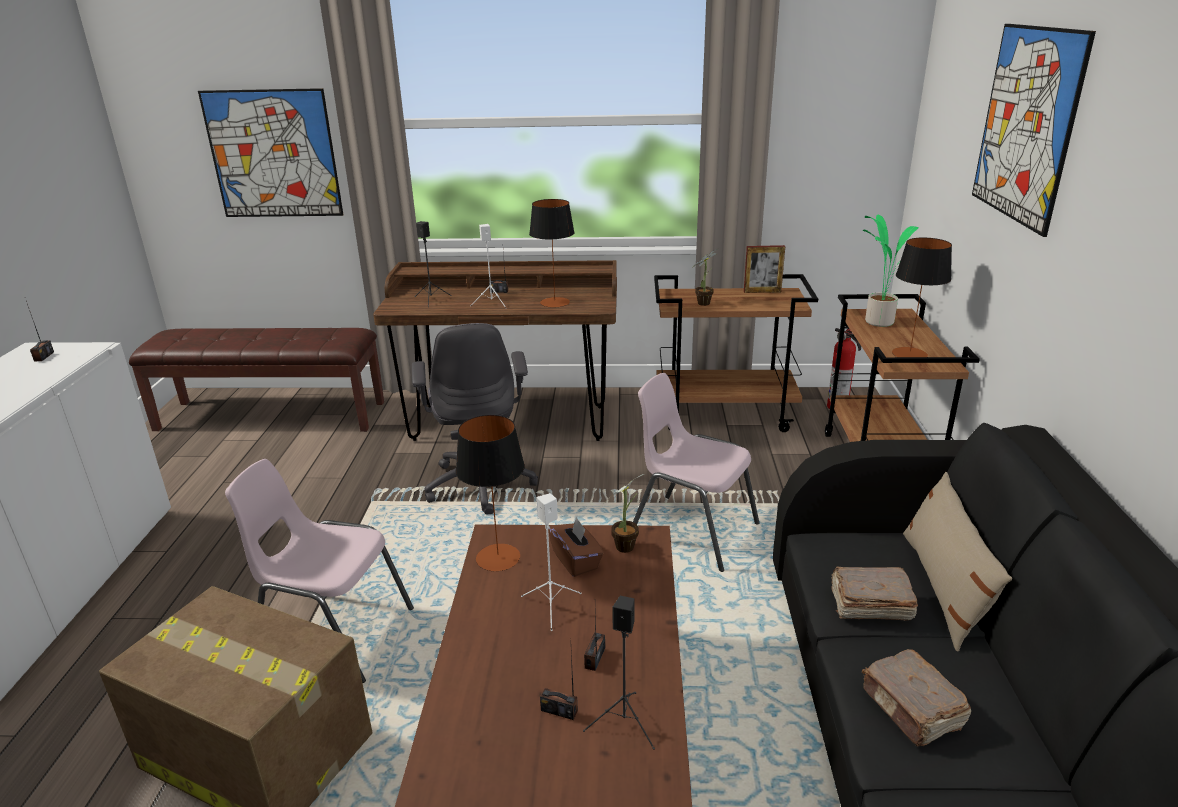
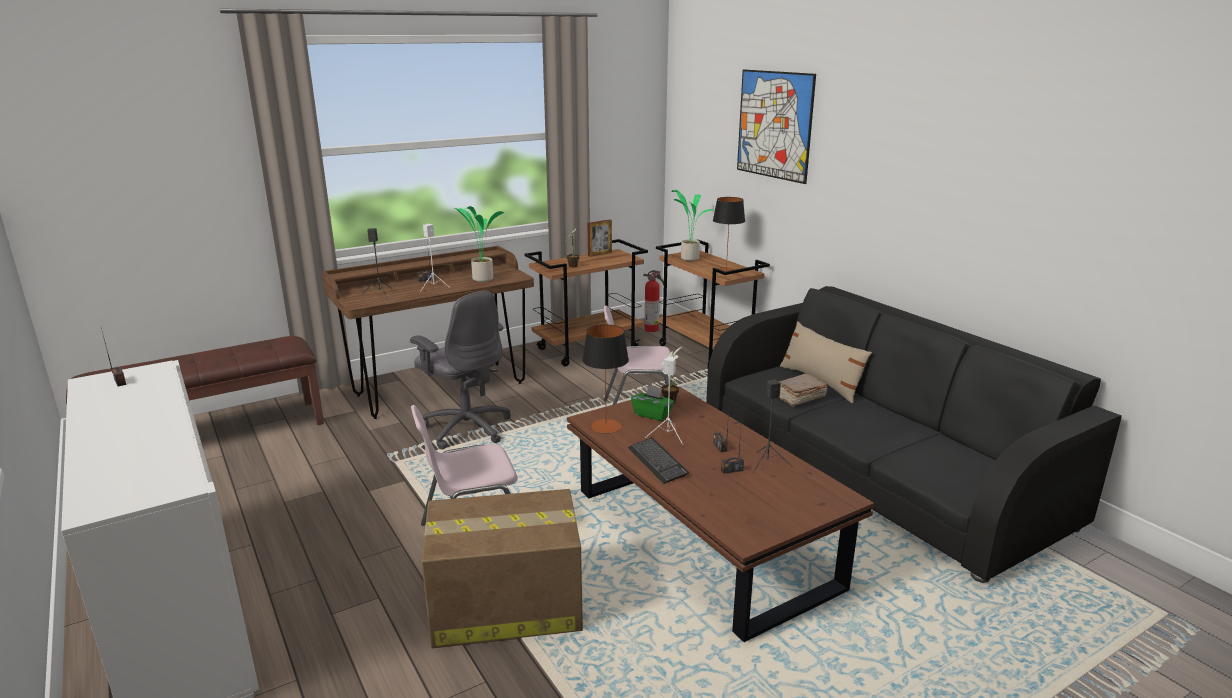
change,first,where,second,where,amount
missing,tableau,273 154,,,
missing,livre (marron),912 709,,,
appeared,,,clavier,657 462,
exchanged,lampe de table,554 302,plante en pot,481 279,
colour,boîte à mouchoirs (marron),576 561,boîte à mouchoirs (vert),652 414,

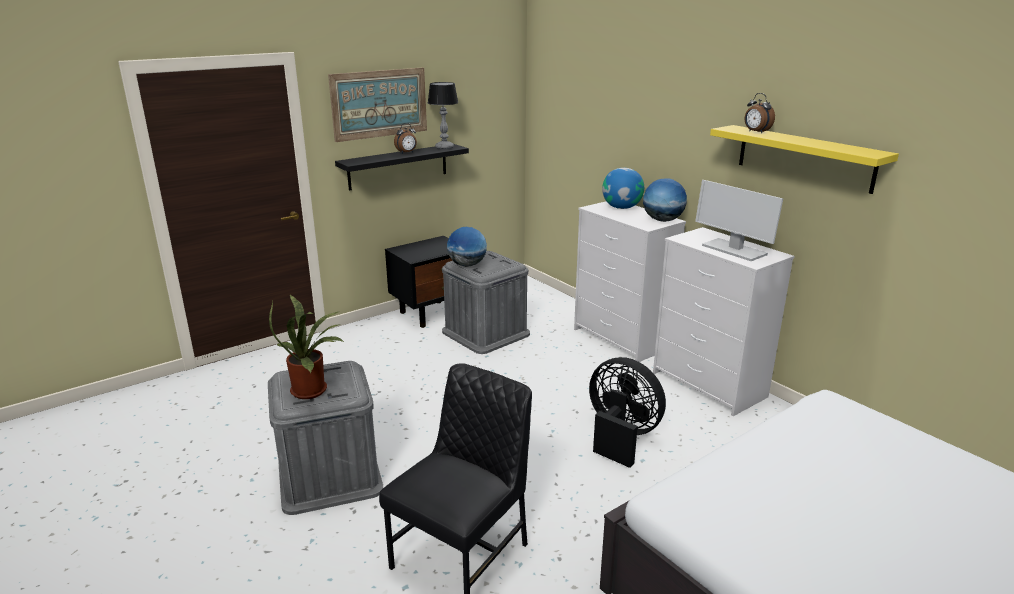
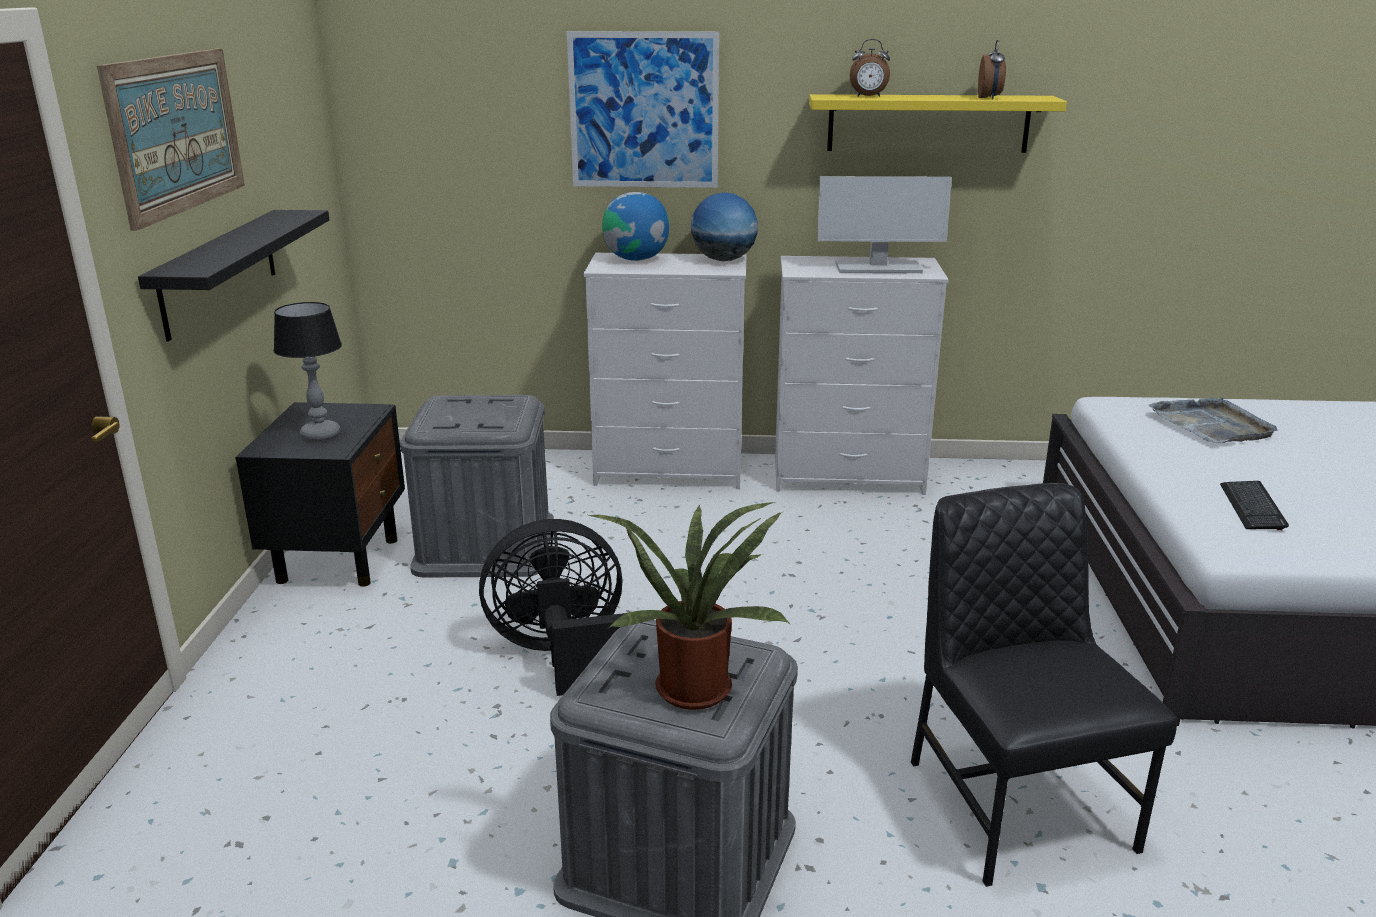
change,first,where,second,where,amount
missing,globe,467 265,,,
appeared,,,tableau,644 111,
appeared,,,plateau (gris),1212 425,
appeared,,,clavier,1252 507,
relocated,réveil,407 152,,989 98,
relocated,lampe de table,444 147,,319 435,
relocated,ventilateur (noir),620 436,,562 656,

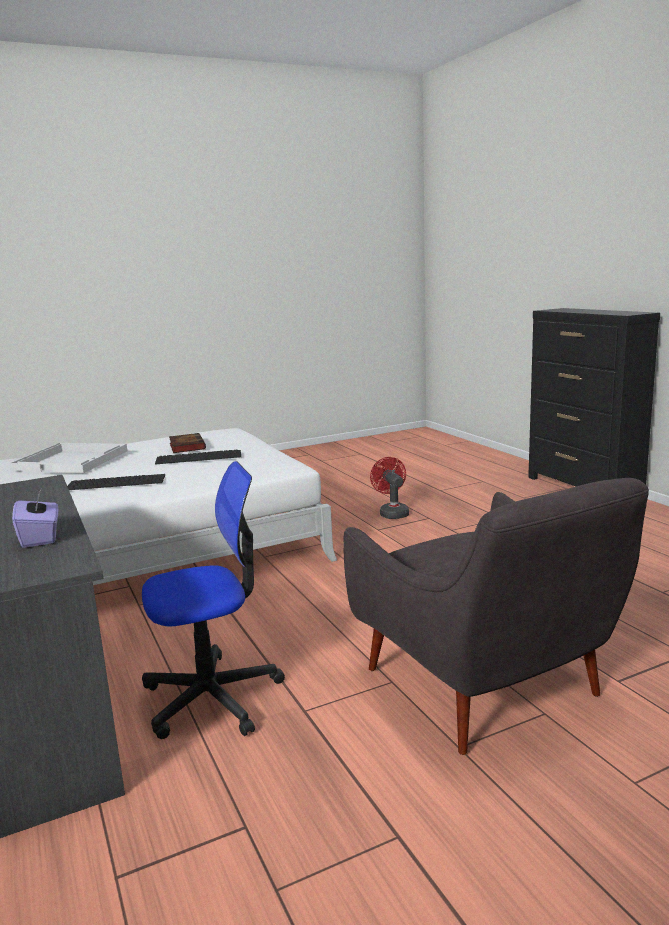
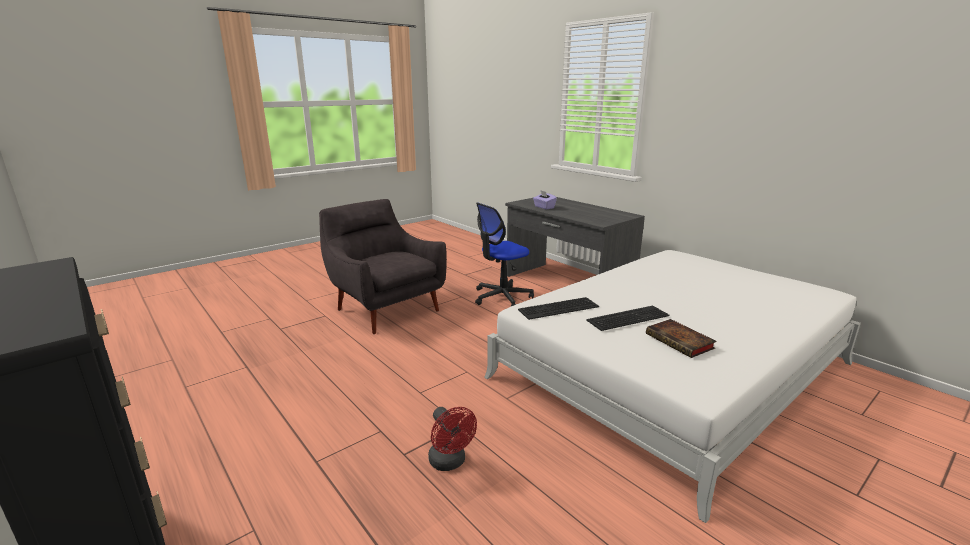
change,first,where,second,where,amount
missing,plateau (blanc),72 460,,,
relocated,clavier,117 482,,558 309,

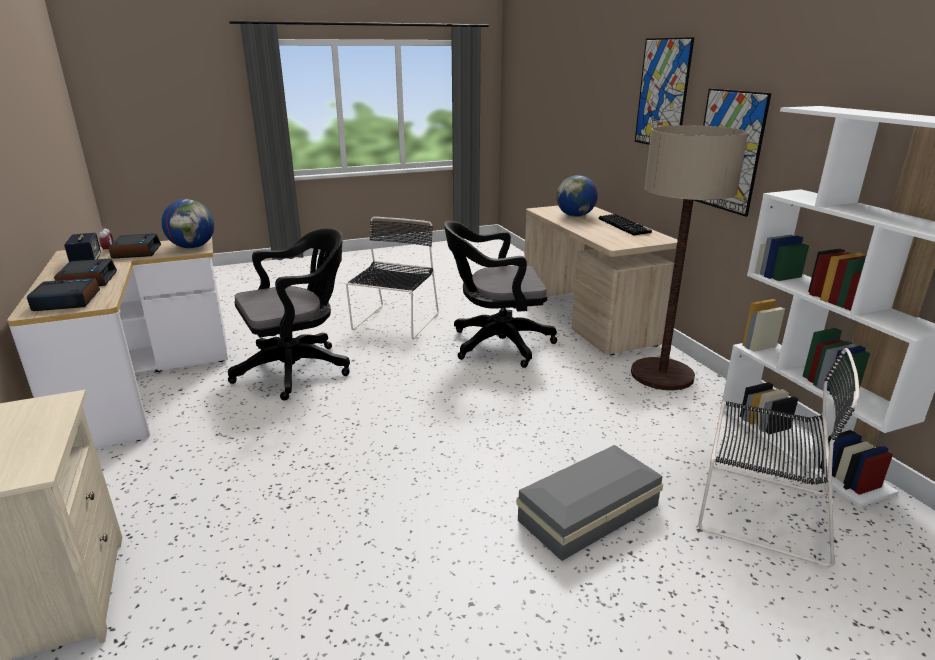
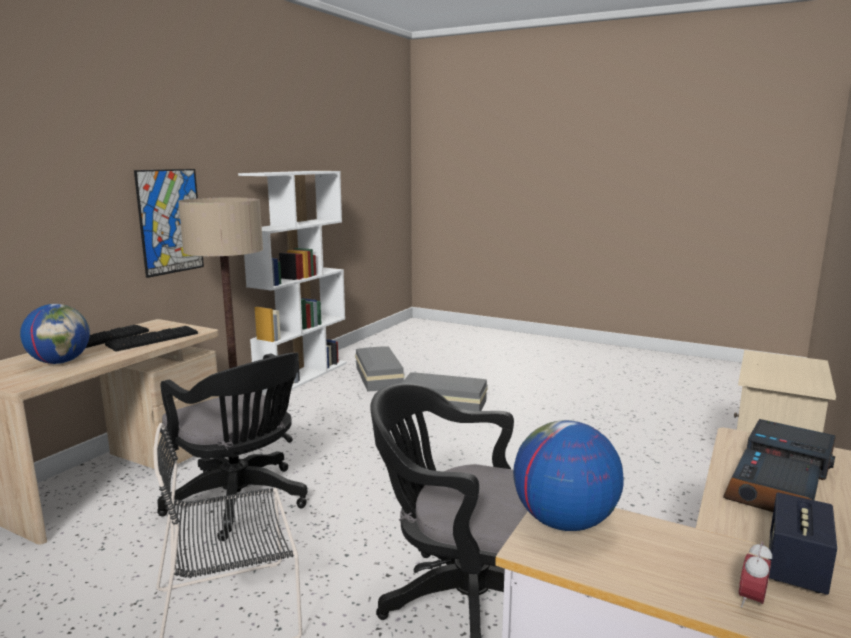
change,first,where,second,where,amount
missing,réveil,136 251,,,
missing,tableau,662 93,,,
appeared,,,clavier,153 339,
exchanged,chaise (noir),758 510,boîte de rangement (gris),379 377,

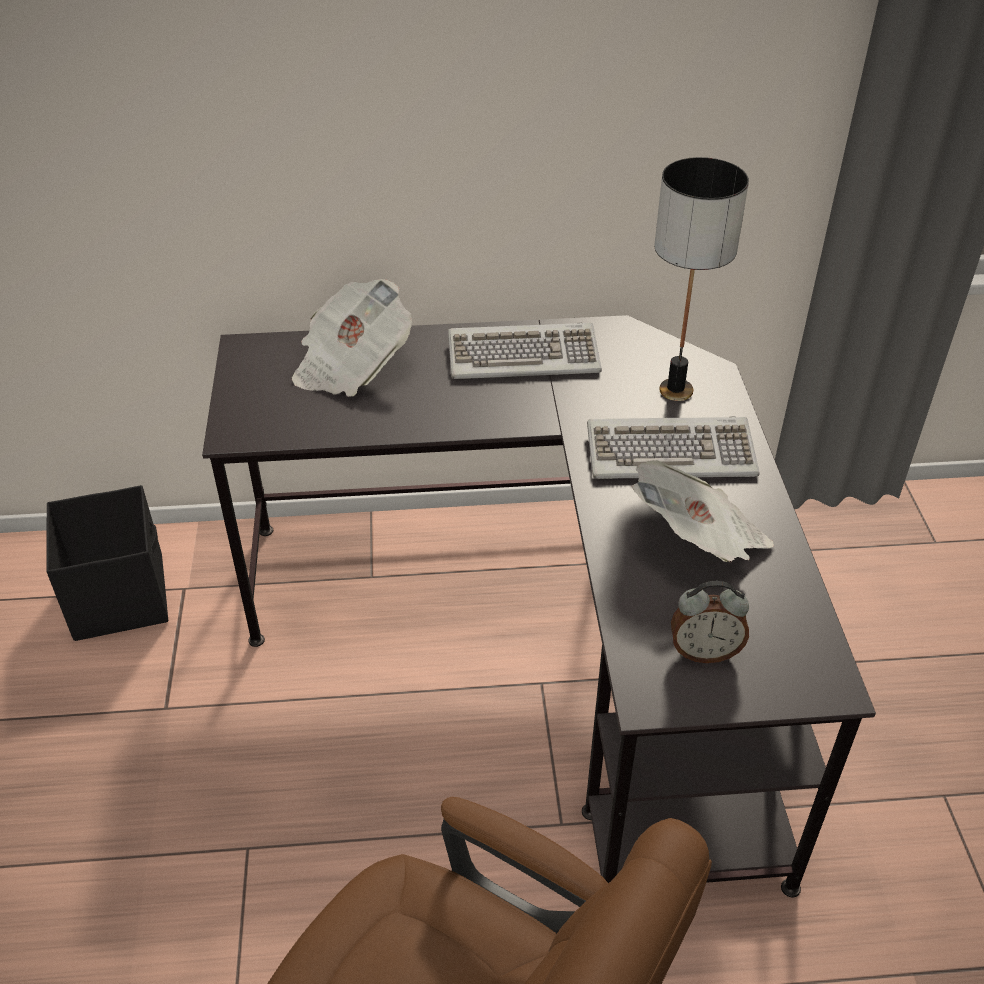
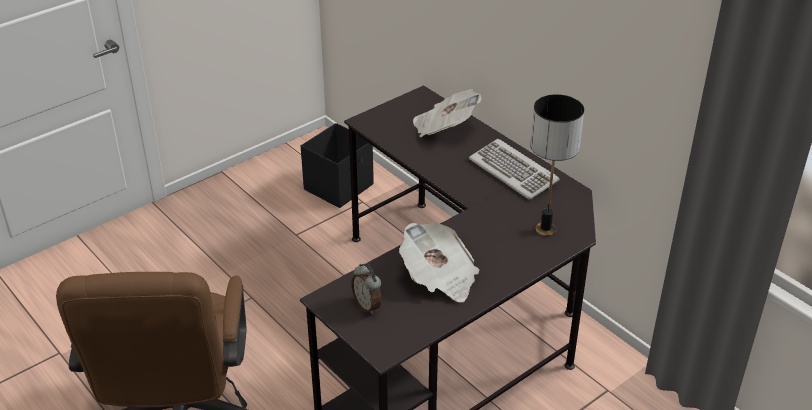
change,first,where,second,where,amount
missing,clavier,671 452,,,

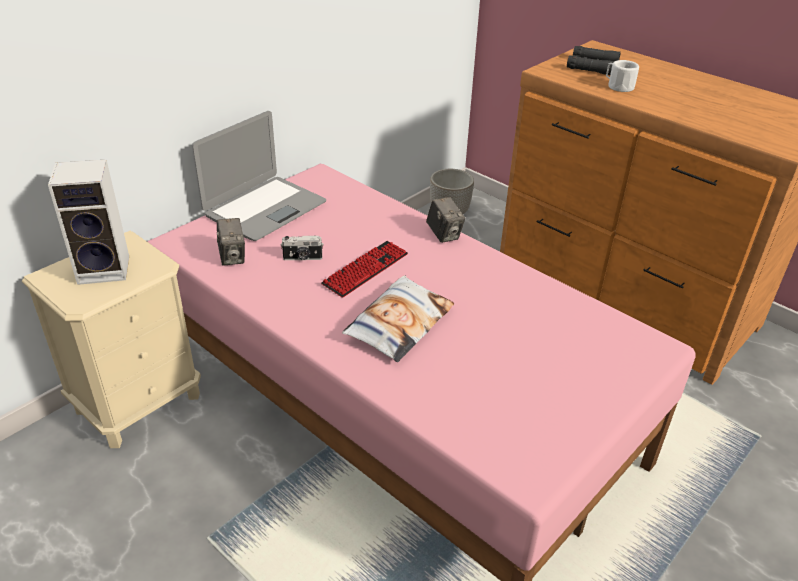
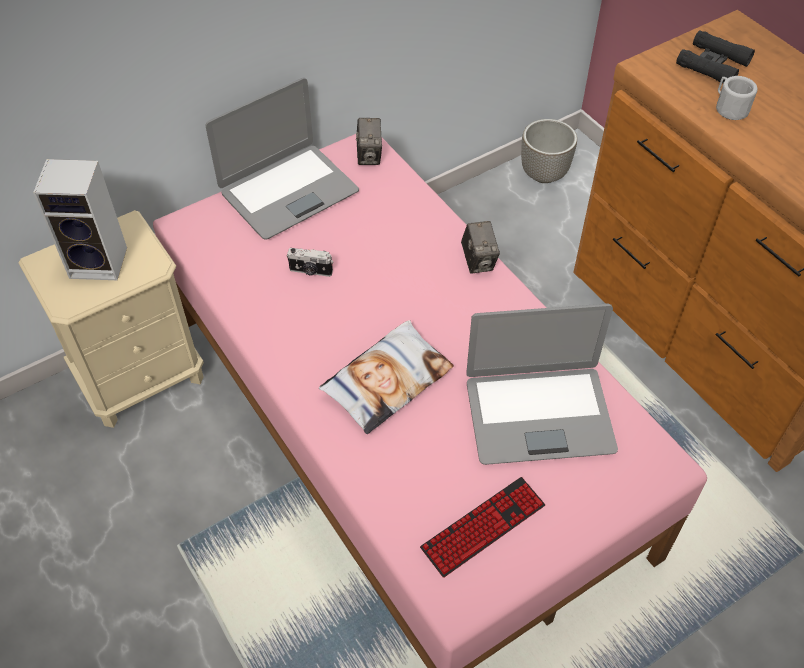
change,first,where,second,where,amount
appeared,,,ordinateur portable,538 414,
relocated,appareil photo,232 257,,369 156,
relocated,clavier,365 270,,483 527,

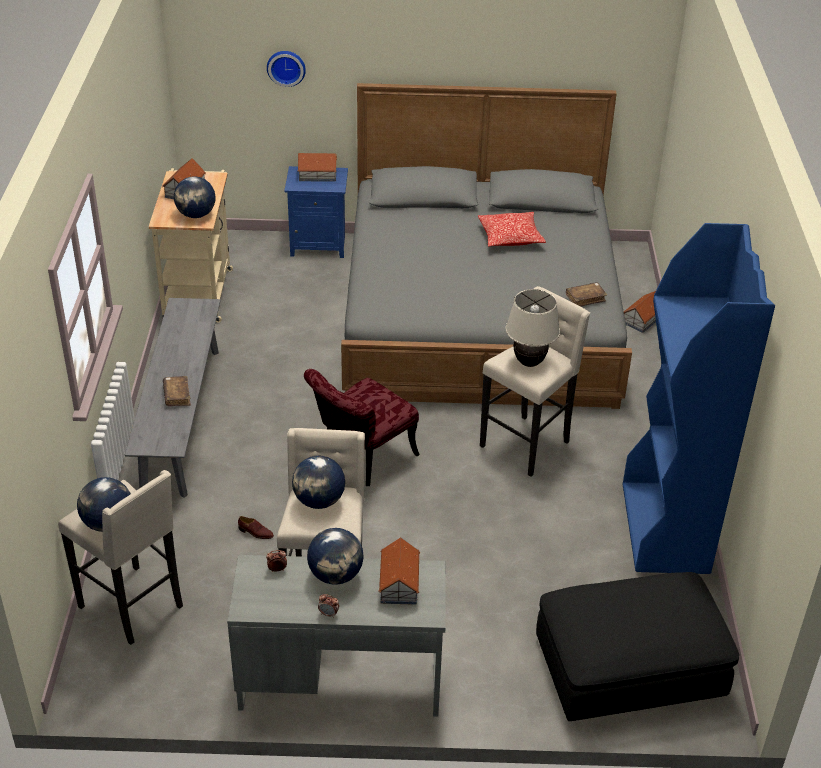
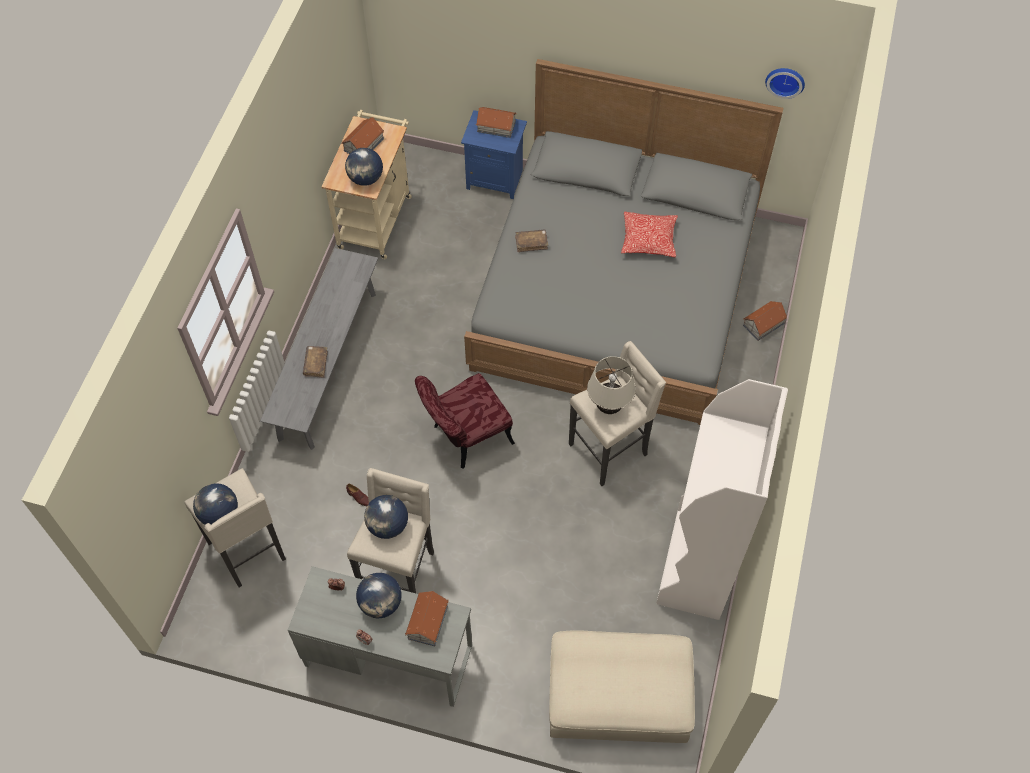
change,first,where,second,where,amount
relocated,horloge murale,286 67,,785 80,
relocated,livre (marron),585 298,,531 243,
colour,pouf (noir),628 668,pouf (beige),617 697,
colour,bibliothèque (bleu),665 529,bibliothèque (blanc),698 565,

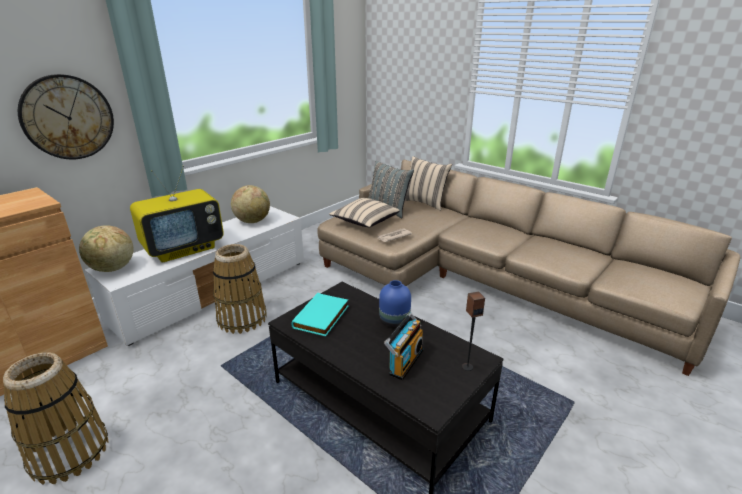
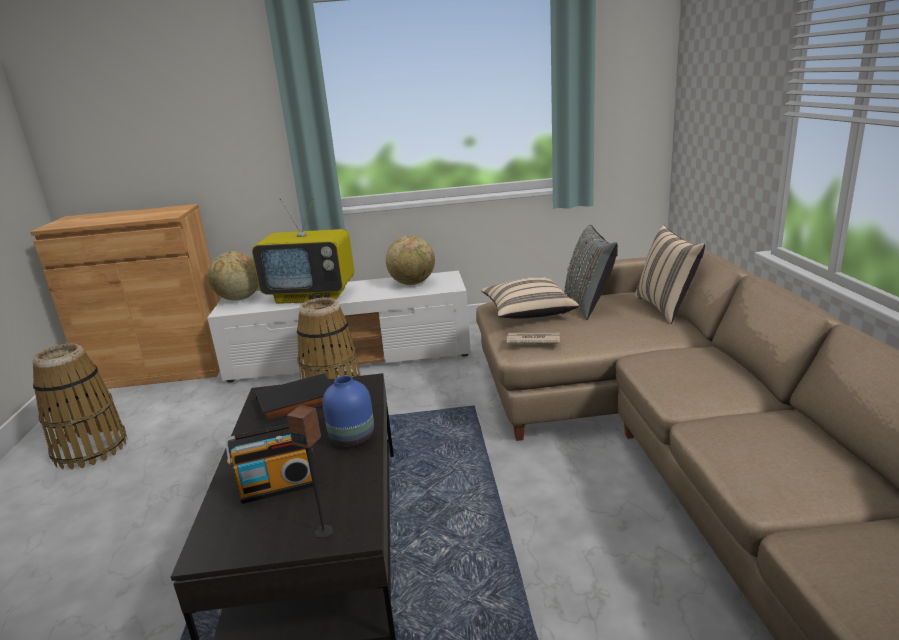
change,first,where,second,where,amount
missing,horloge murale,68 117,,,
colour,livre (turquoise),322 317,livre (noir),297 403,

